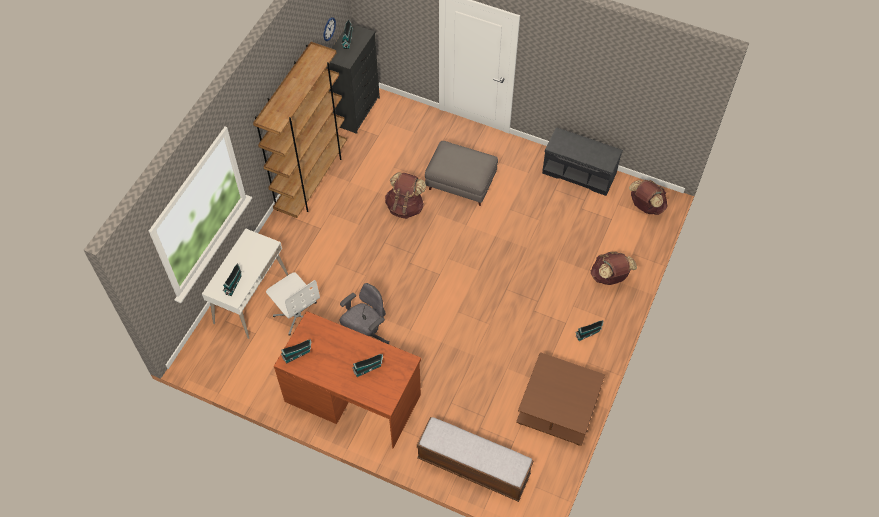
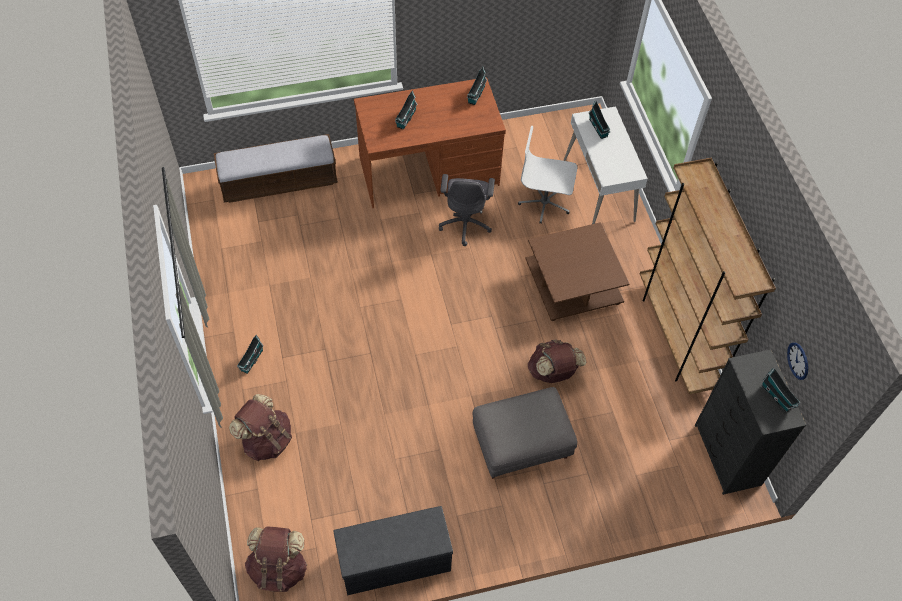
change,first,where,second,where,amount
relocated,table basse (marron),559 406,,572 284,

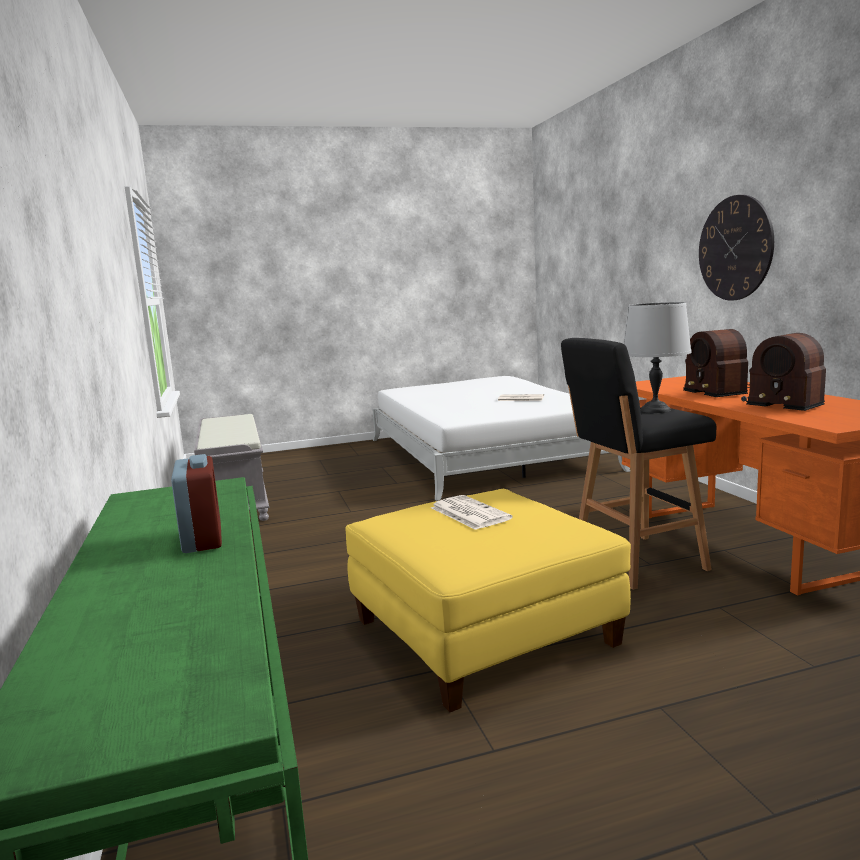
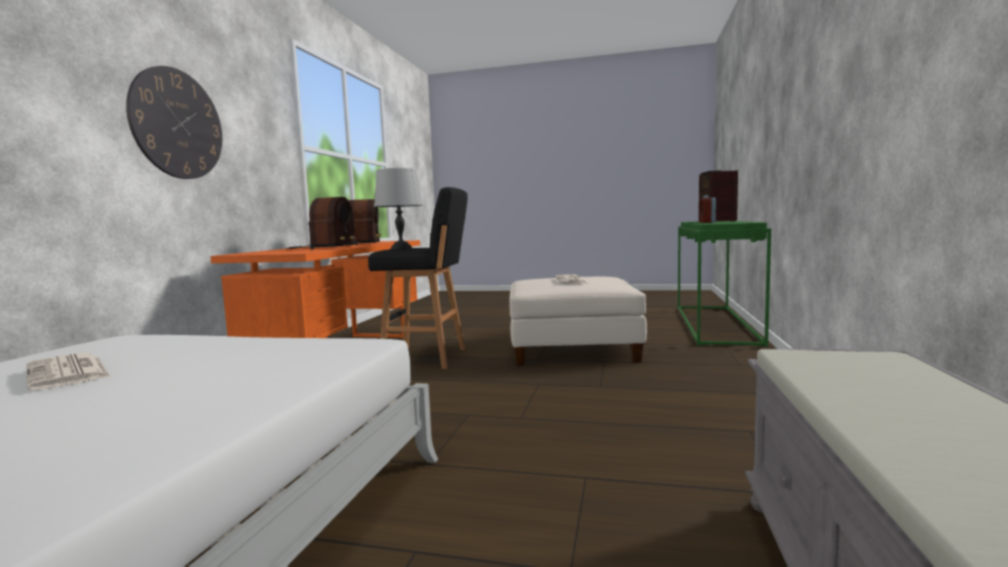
change,first,where,second,where,amount
appeared,,,radio,716 221,
colour,pouf (jaune),482 631,pouf (blanc),572 348,

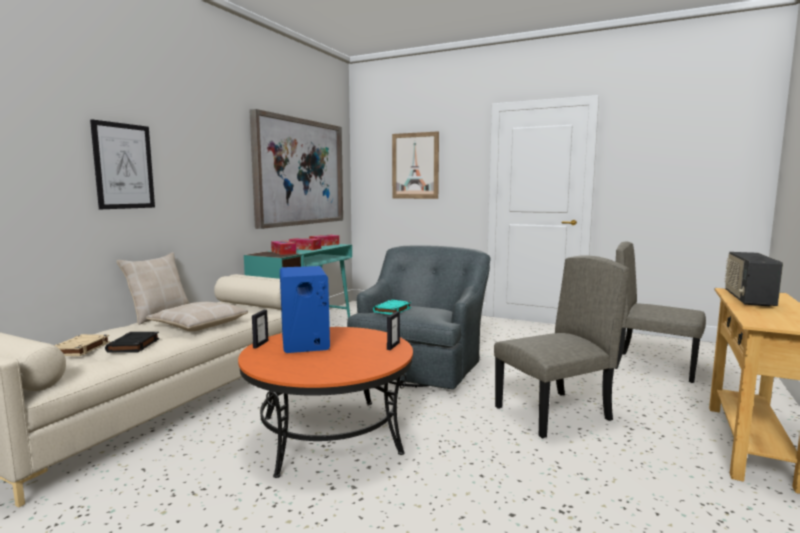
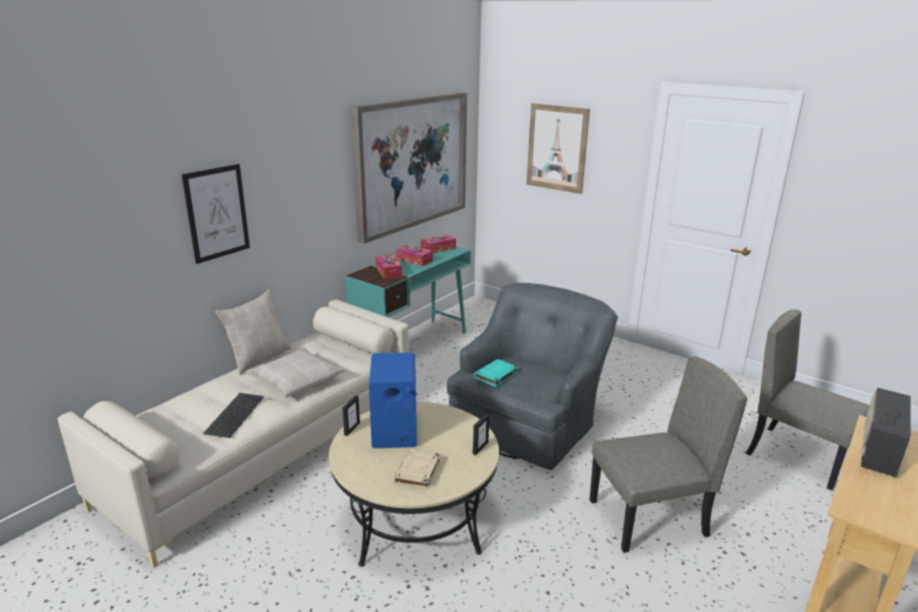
change,first,where,second,where,amount
relocated,livre (beige),80 349,,417 472,
exchanged,livre (noir),133 345,clavier,235 415,
colour,table basse (orange),329 434,table basse (beige),415 517,

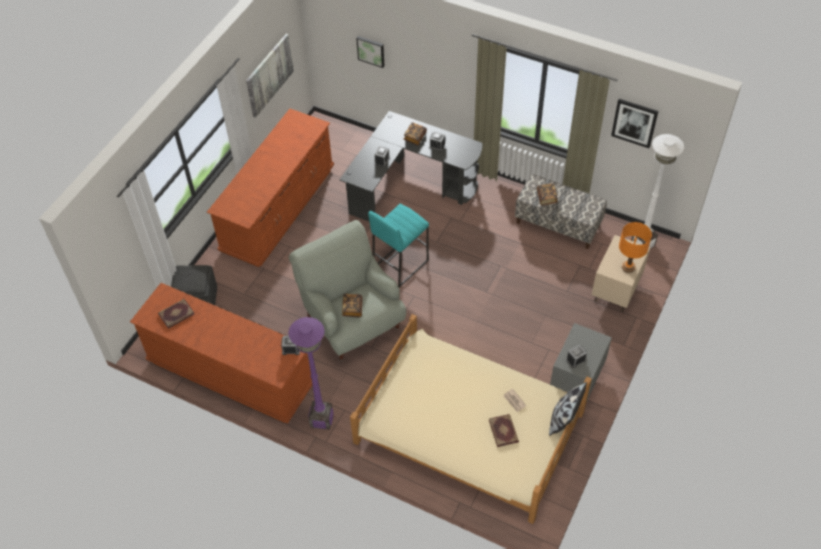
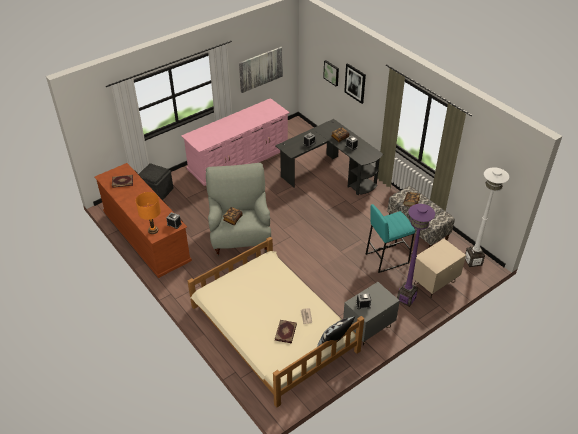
change,first,where,second,where,amount
relocated,lampadaire (violet),322 420,,406 299,
relocated,tabouret (turquoise),400 264,,387 258,
relocated,tableau,634 122,,355 83,
relocated,lampe de table (orange),628 267,,153 230,
colour,commode (marron),278 210,commode (rose),239 160,

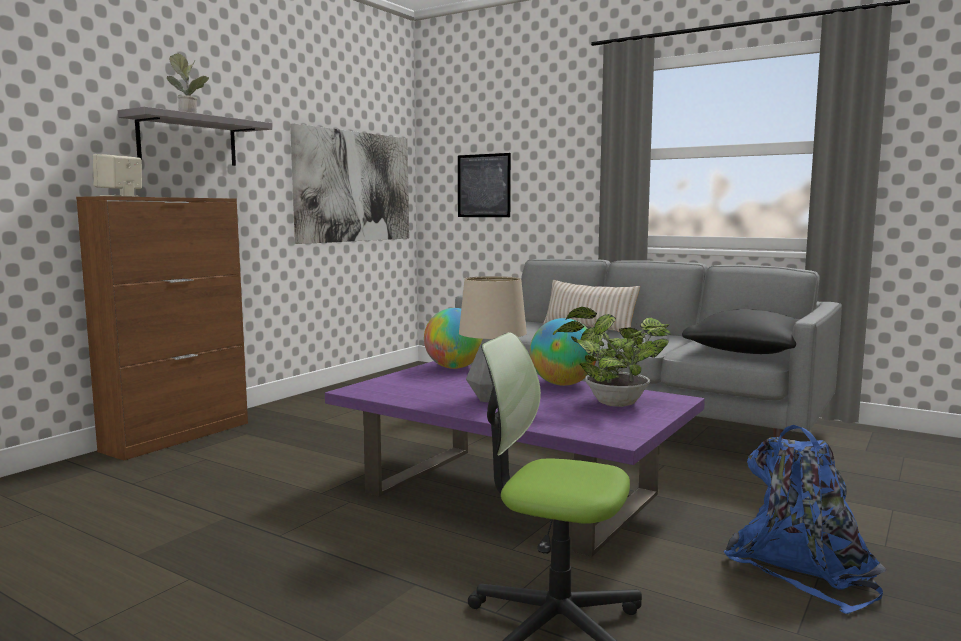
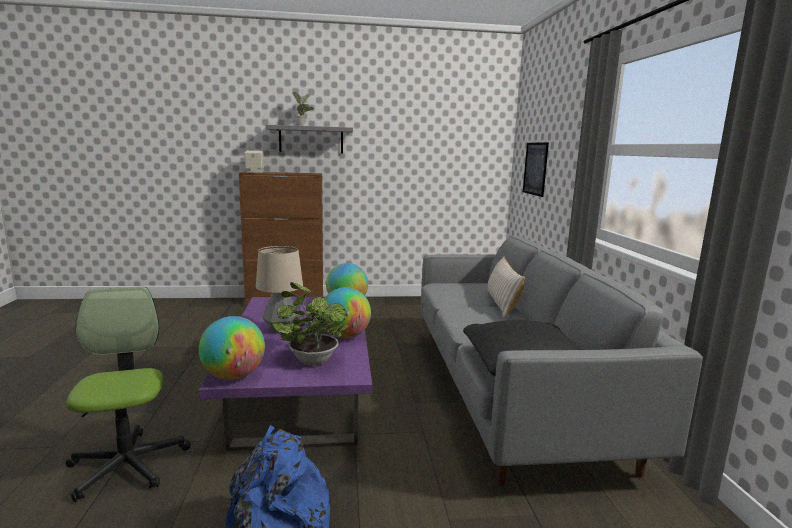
change,first,where,second,where,amount
missing,tableau,353 187,,,
appeared,,,globe,234 376,

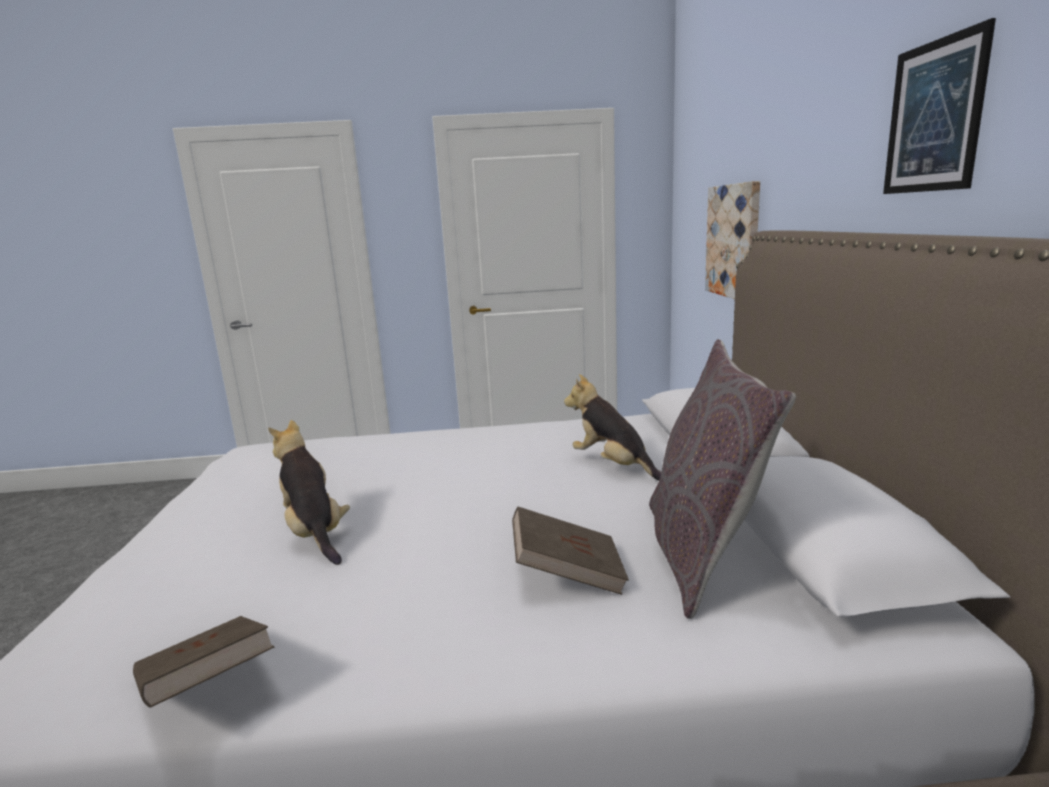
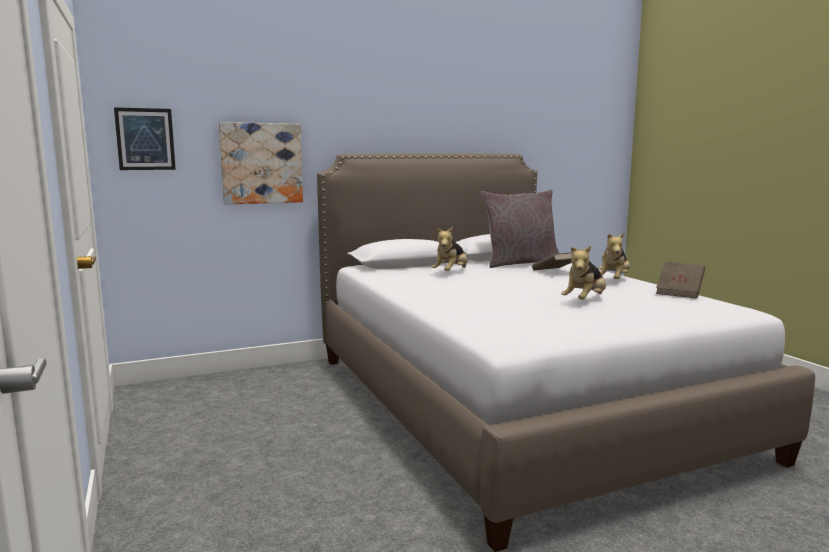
change,first,where,second,where,amount
appeared,,,peluche,613 281,
relocated,tableau,934 117,,145 139,

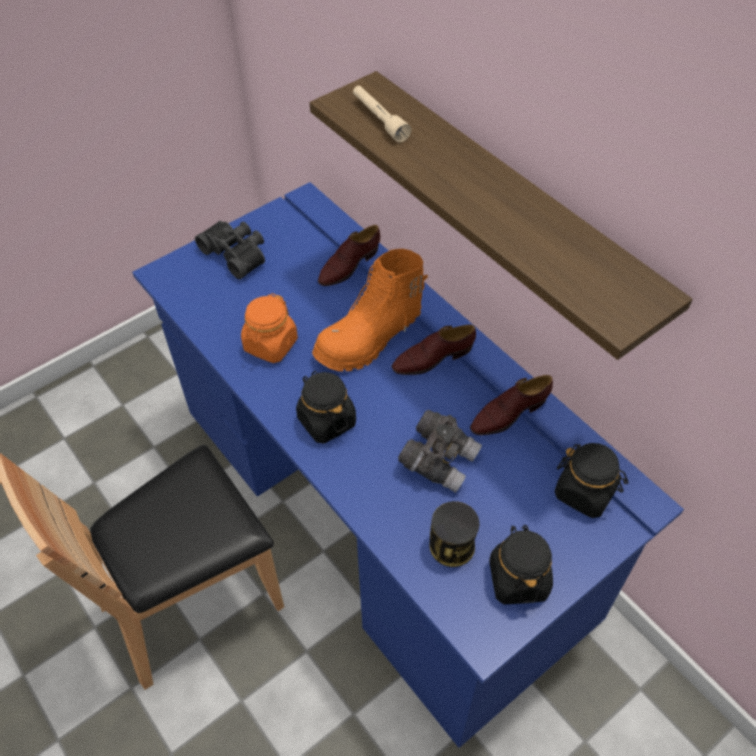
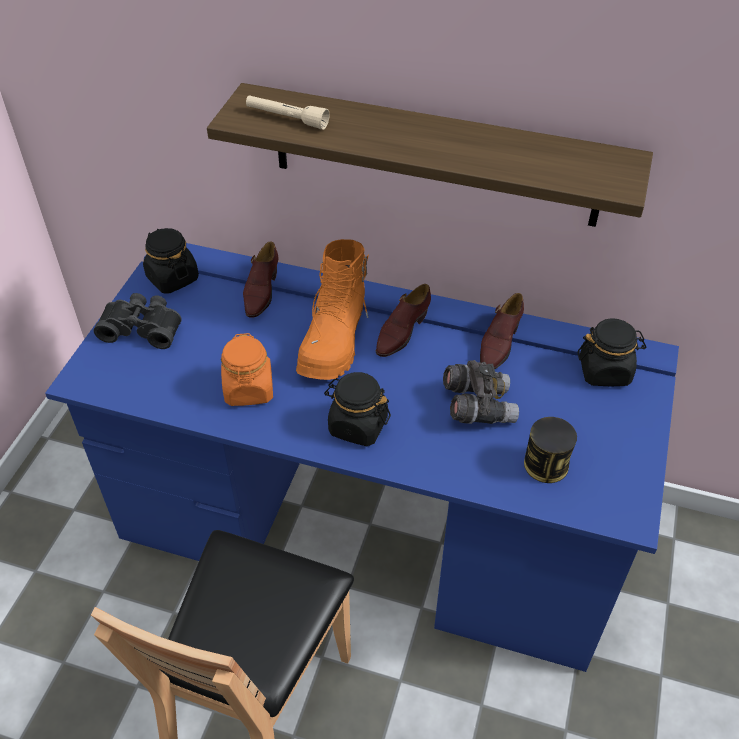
change,first,where,second,where,amount
relocated,bocal (noir),518 579,,172 278,

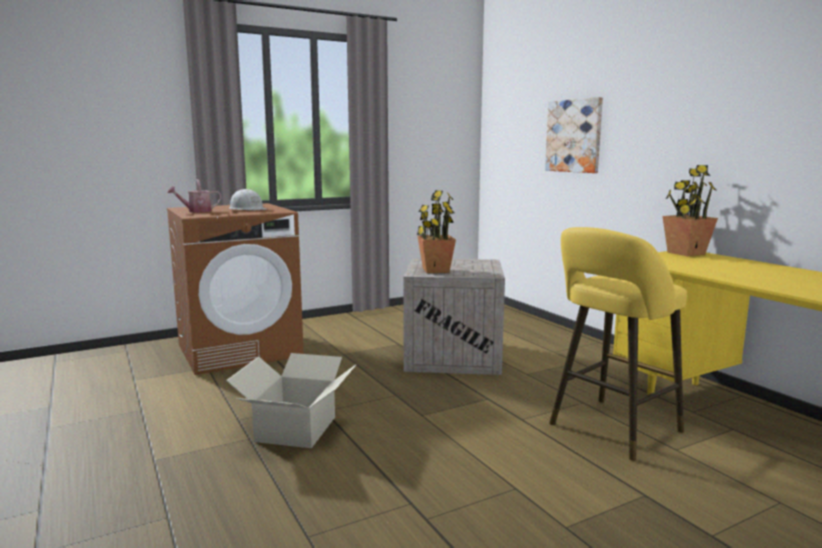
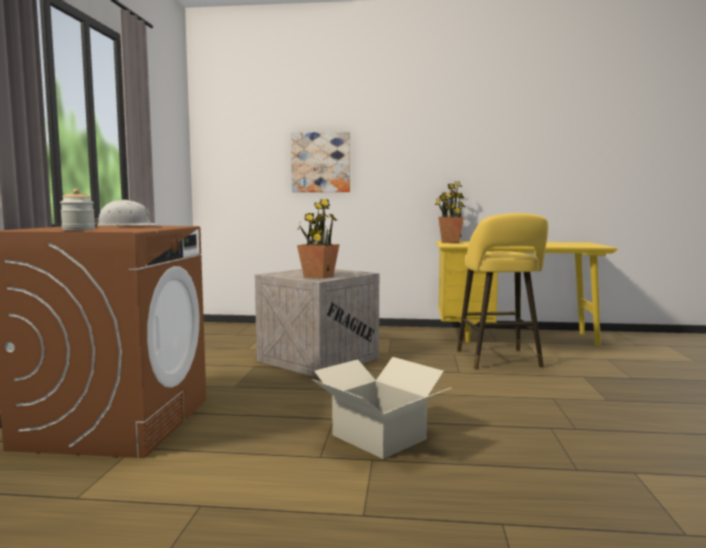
change,first,where,second,where,amount
exchanged,arrosoir,196 211,bocal,78 230,

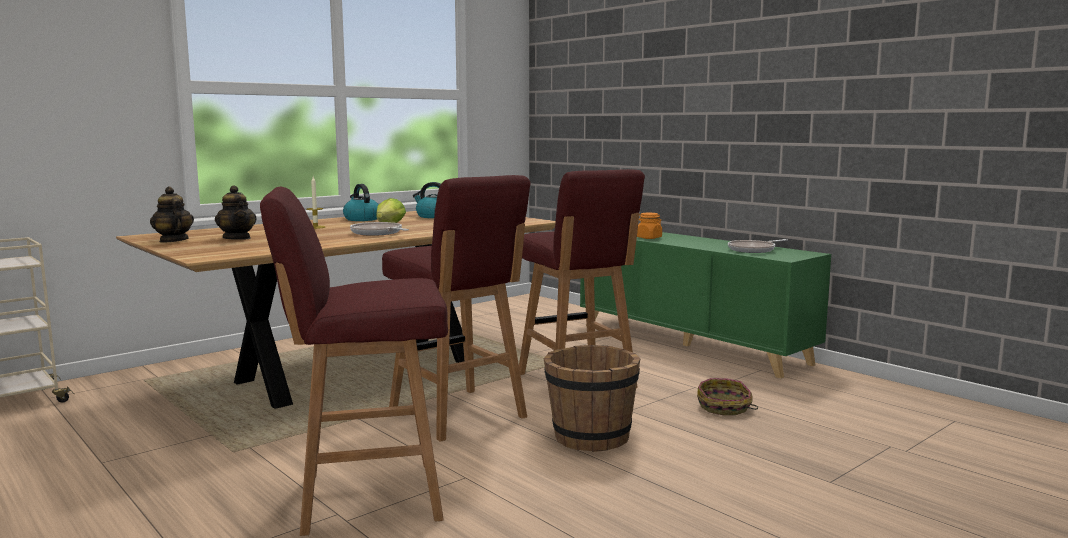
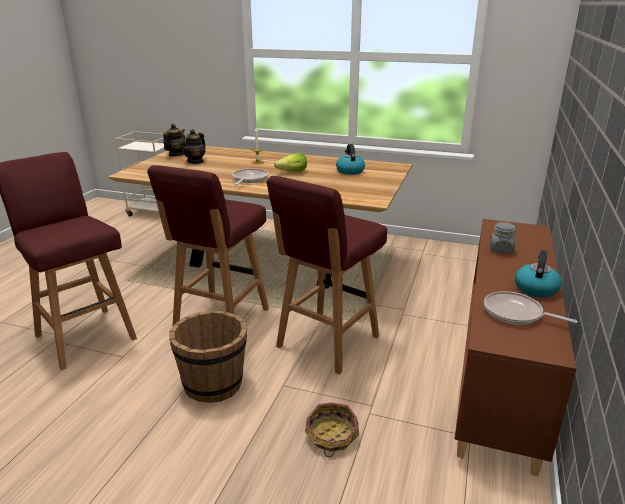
change,first,where,second,where,amount
relocated,bouilloire,361 219,,535 288,
colour,meuble de rangement (vert),691 344,meuble de rangement (marron),499 371,
colour,bocal (orange),648 238,bocal (gris),501 249,

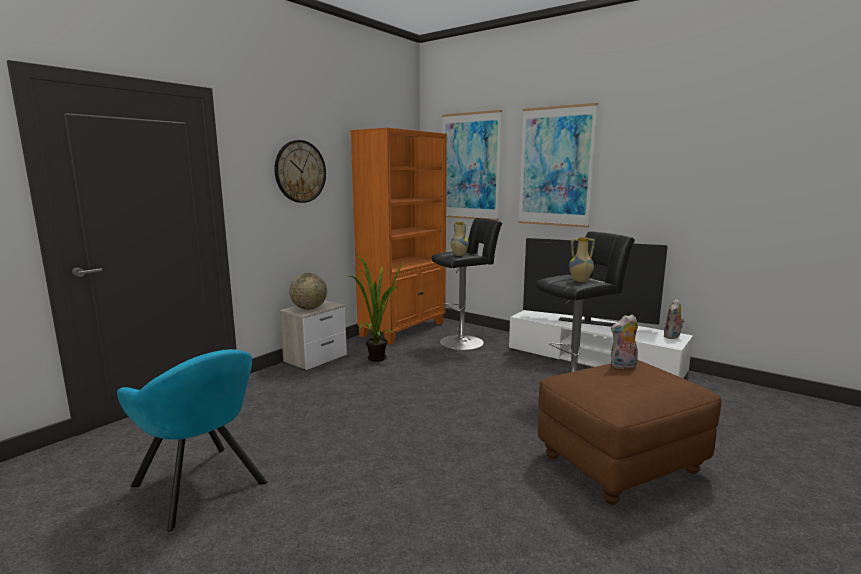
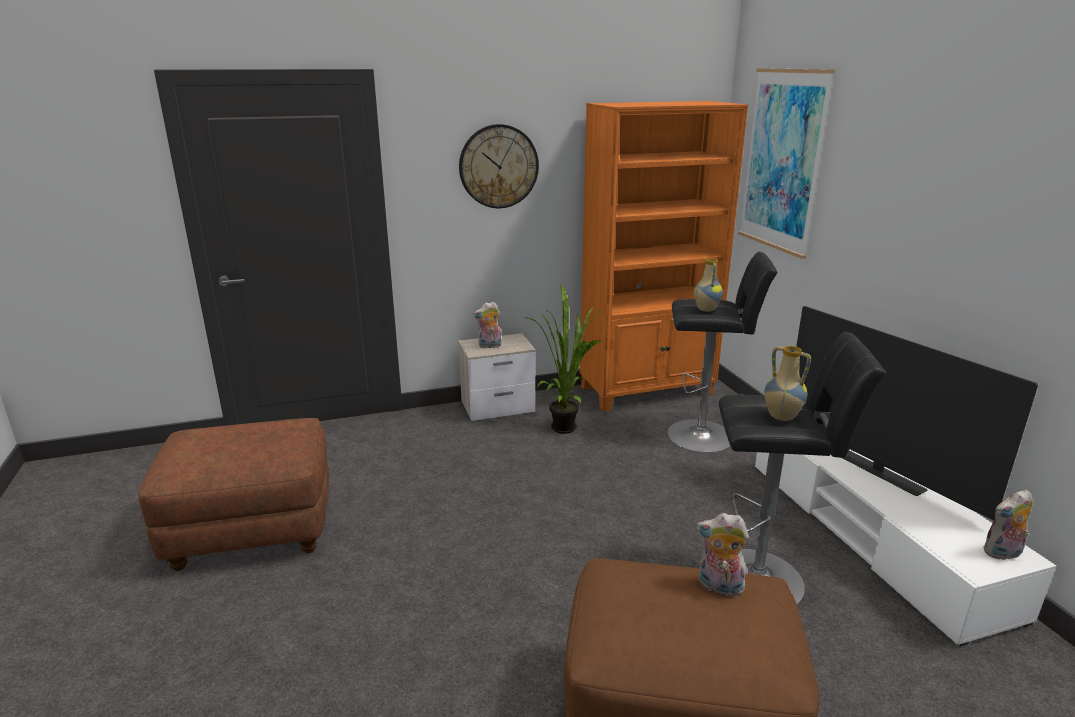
change,first,where,second,where,amount
missing,tableau,555 167,,,
exchanged,fauteuil (turquoise),202 487,pouf (marron),251 531,
exchanged,globe,309 308,peluche,489 346,

